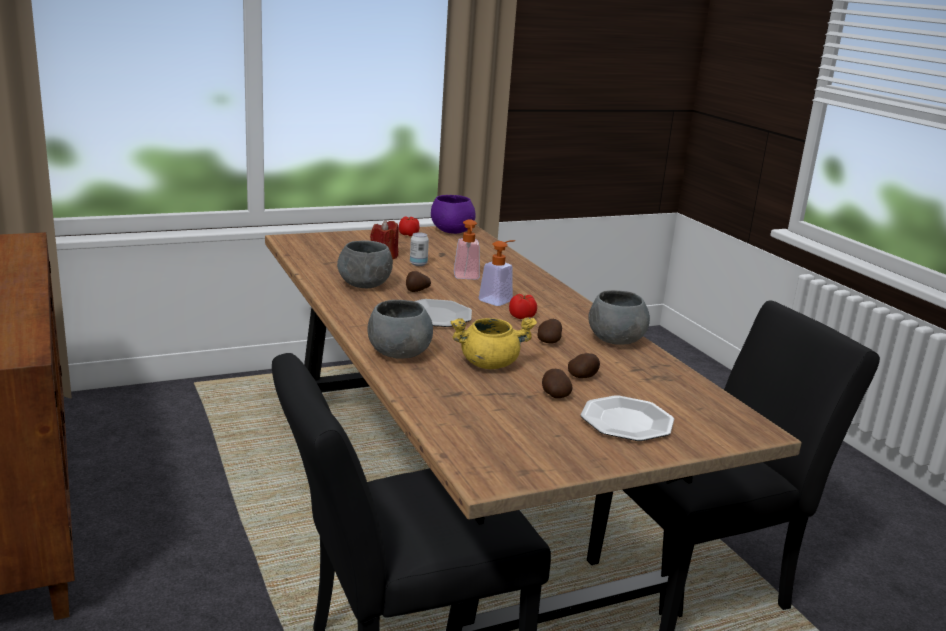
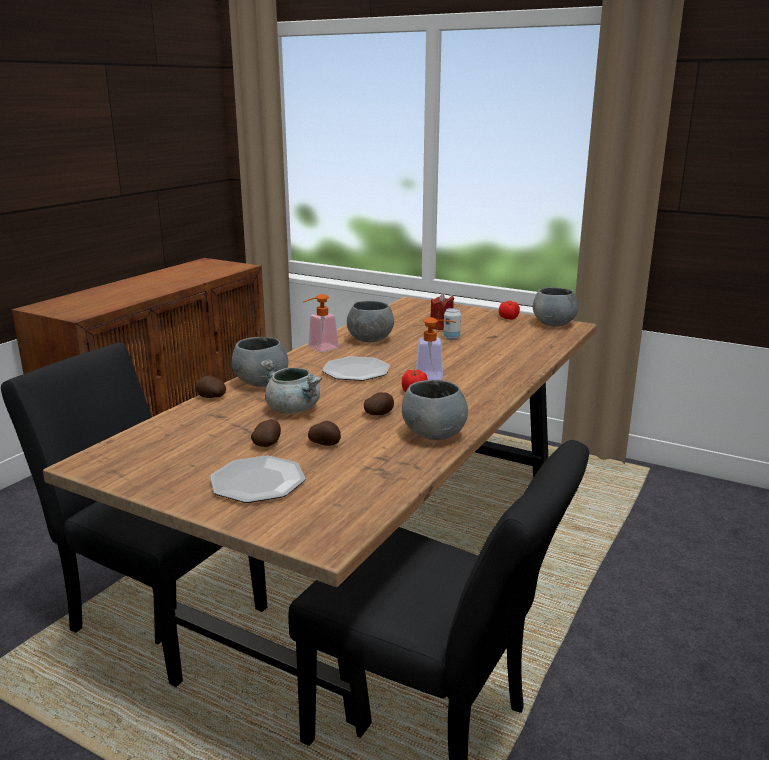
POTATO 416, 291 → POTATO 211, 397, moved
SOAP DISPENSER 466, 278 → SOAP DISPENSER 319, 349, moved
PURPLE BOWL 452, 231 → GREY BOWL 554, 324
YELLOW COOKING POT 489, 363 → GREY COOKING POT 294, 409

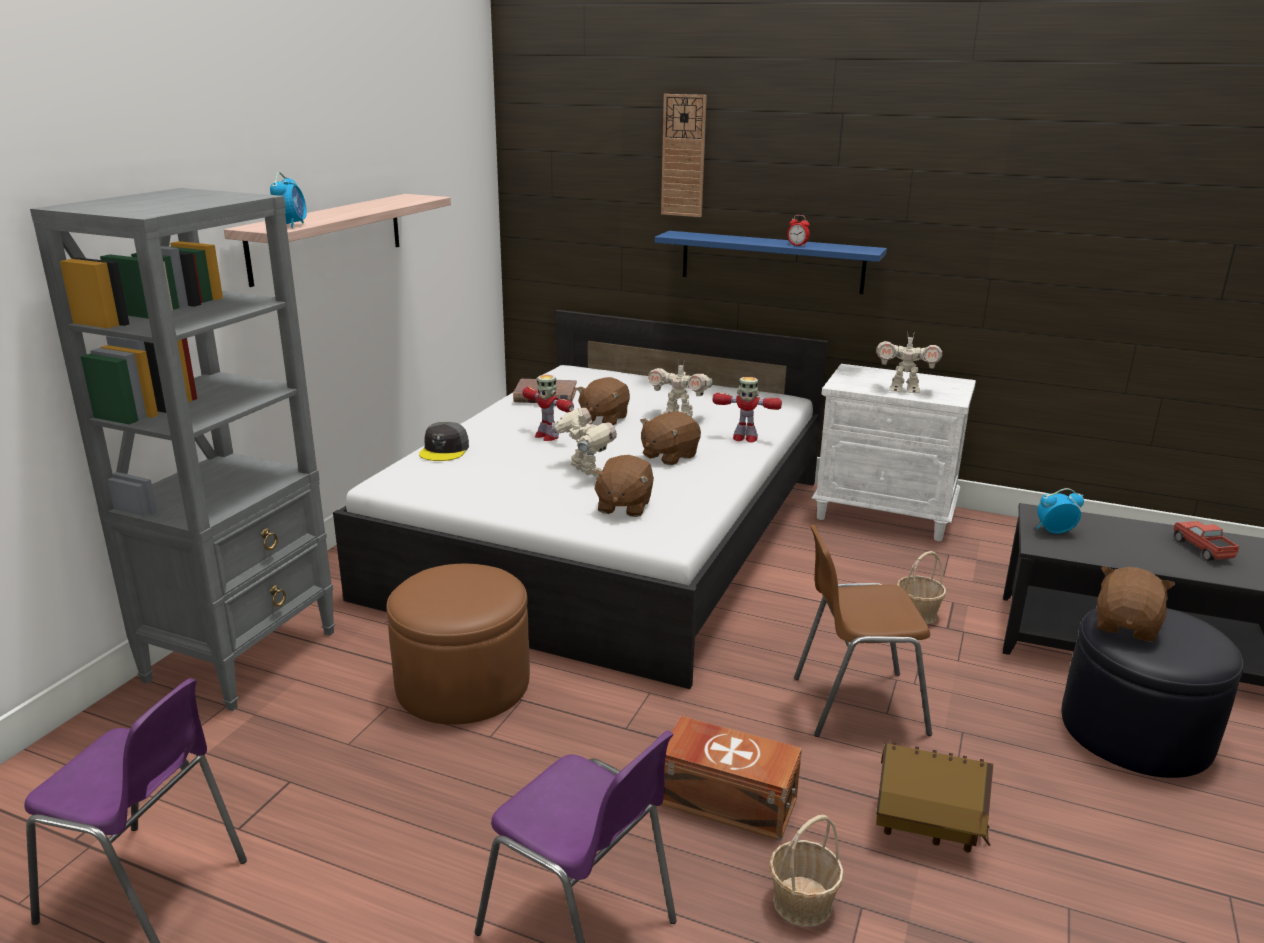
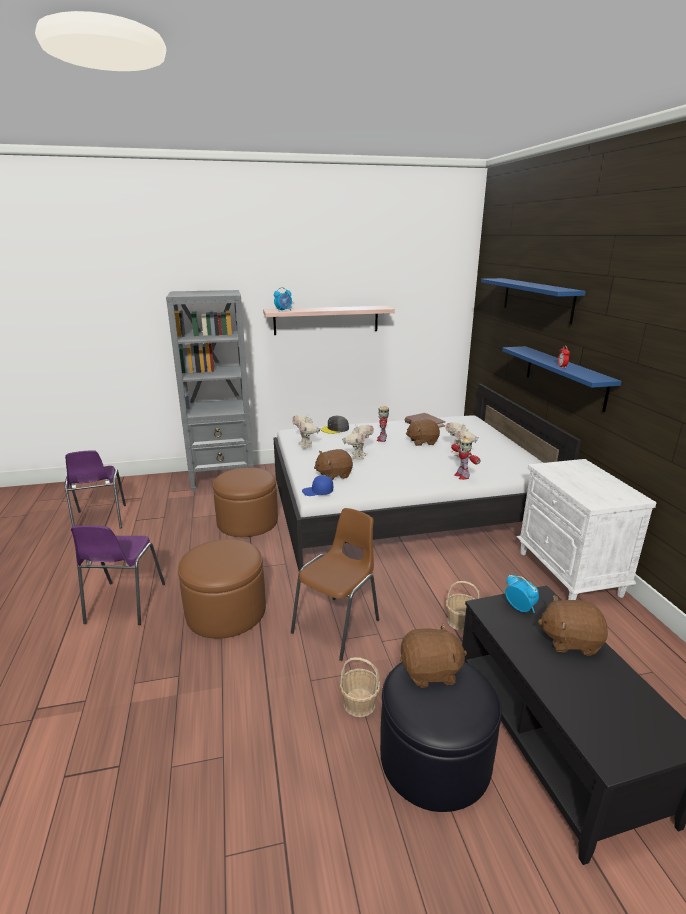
TOY HOUSE 926, 831 → -
TOY TRUCK 1202, 550 → -
- → BLUE CAP 317, 492
BROWN PLUSH TOY 668, 456 → BROWN PLUSH TOY 570, 640, moved
BASKET 801, 902 → BASKET 359, 703, moved
TOY ROBOT 904, 390 → TOY ROBOT 306, 445, moved
WALL CLOCK 683, 156 → BLUE SHELF 537, 299
BROWN STORAGE BOX 726, 799 → BROWN OTTOMAN 226, 611
BROWN CHAIR 855, 704 → BROWN CHAIR 338, 626, 75 degrees clockwise

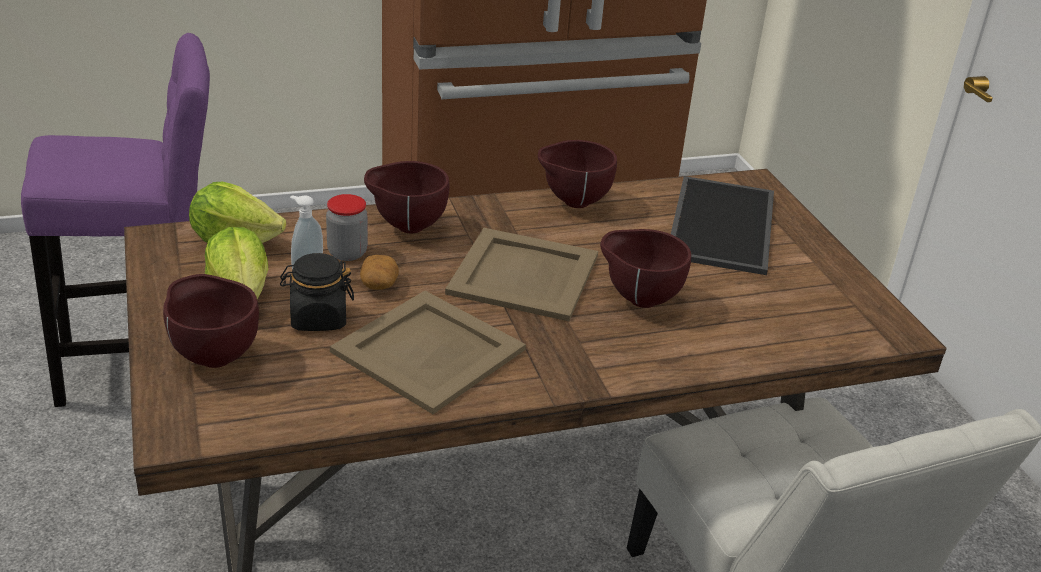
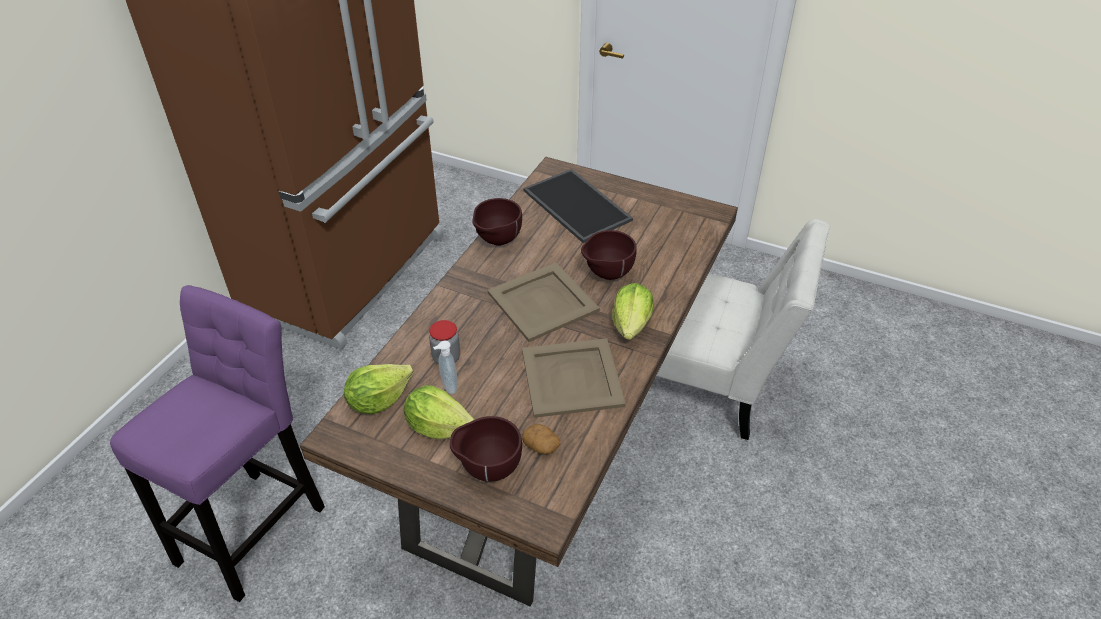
BLACK JAR 318, 318 → -
BROWN BOWL 406, 227 → -
- → LETTUCE 631, 325
POTATO 379, 284 → POTATO 541, 446, moved

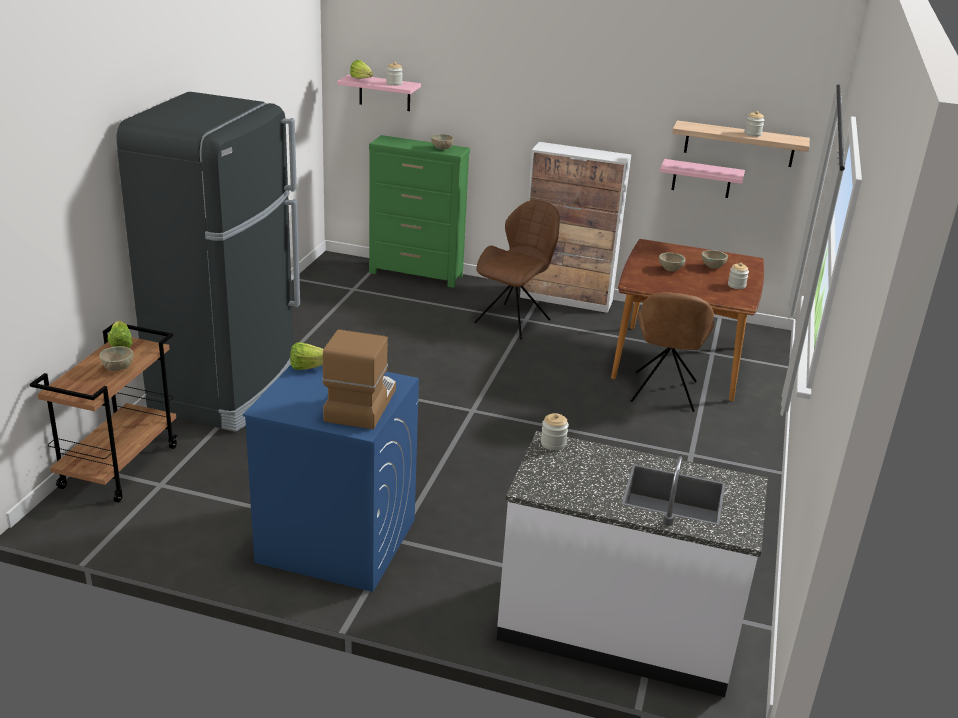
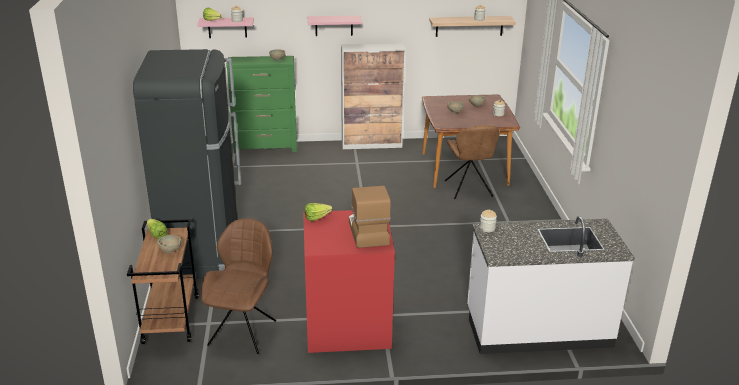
BROWN CHAIR 514, 320 → BROWN CHAIR 243, 331, moved
PINK SHELF 701, 179 → PINK SHELF 334, 25, moved
BLUE WASHING MACHINE 335, 541 → RED WASHING MACHINE 346, 326

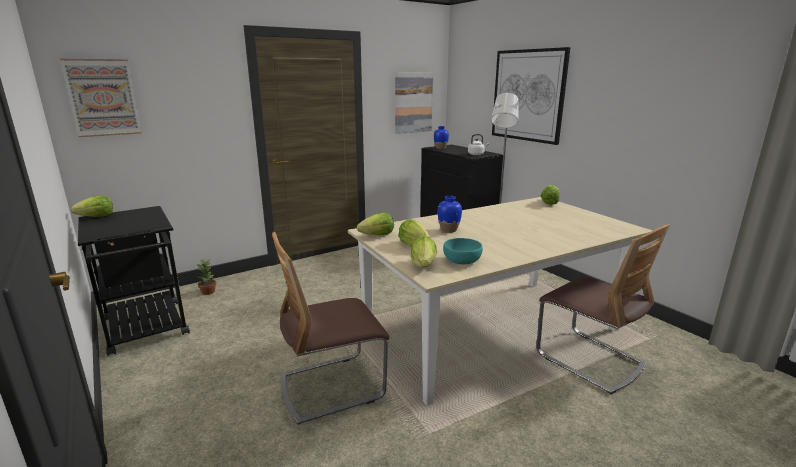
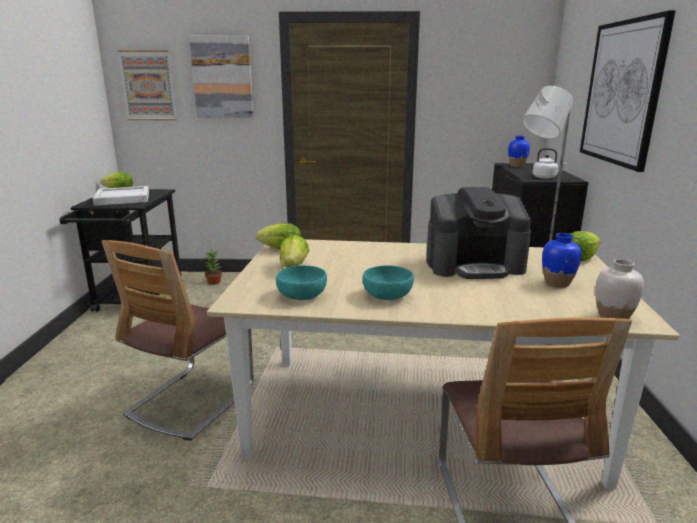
LETTUCE 424, 265 → -
- → WHITE TRAY 122, 198
- → TURQUOISE BOWL 388, 295
- → COFFEE MACHINE 474, 265
- → WHITE VASE 612, 317
PICTURE 413, 102 → PICTURE 222, 77, moved
BLUE VASE 448, 230 → BLUE VASE 557, 283, moved
CHAIR 332, 387 → CHAIR 191, 401, 75 degrees counterclockwise

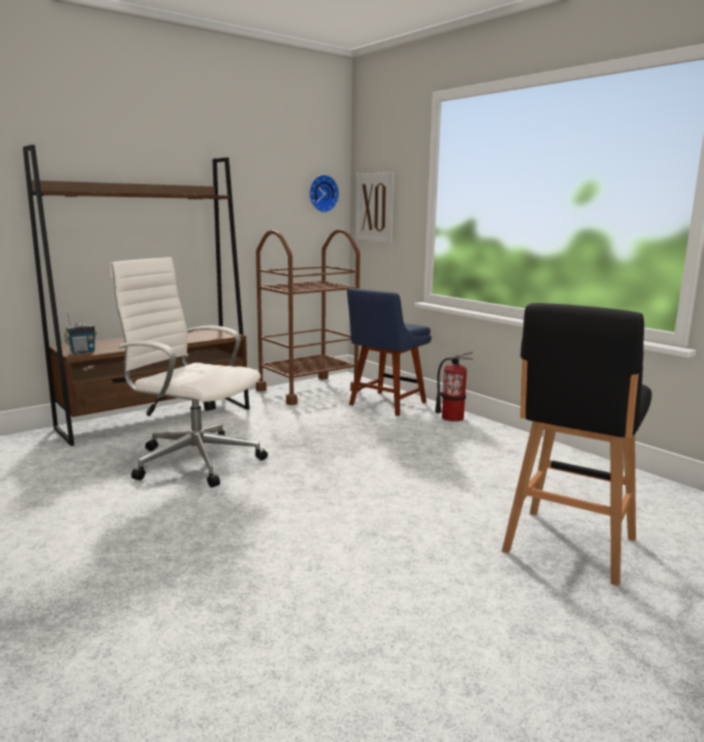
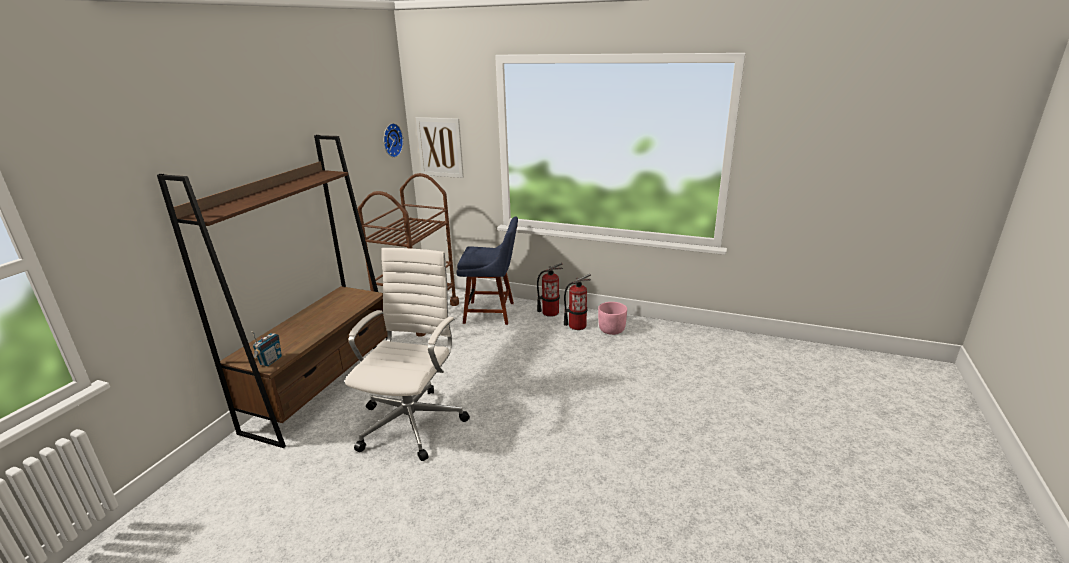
BLACK STOOL 568, 547 → -
- → FIRE EXTINGUISHER 577, 325
- → PINK PLANTER 612, 330
WHITE OFFICE CHAIR 194, 460 → WHITE OFFICE CHAIR 413, 421, 105 degrees clockwise
BLUE CHAIR 385, 404 → BLUE CHAIR 492, 313, 90 degrees counterclockwise

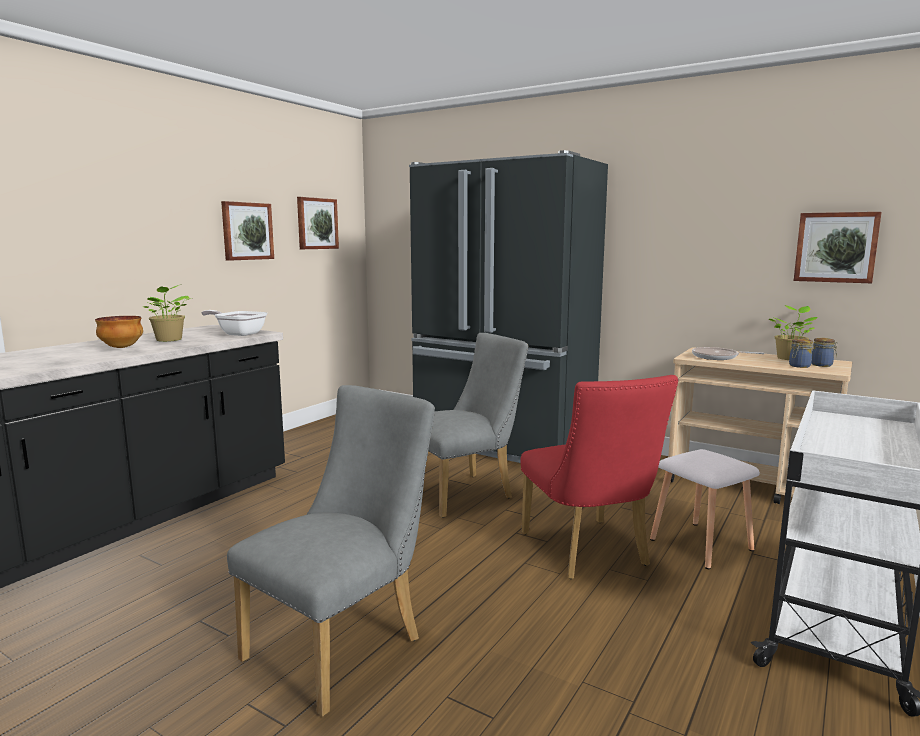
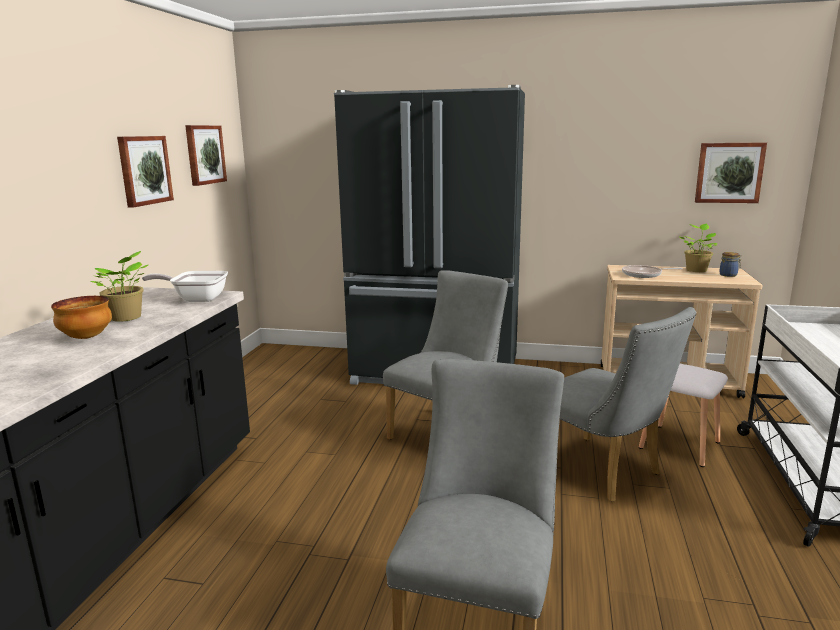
JAR 799, 366 → -
RED CHAIR 589, 553 → GREY CHAIR 604, 472

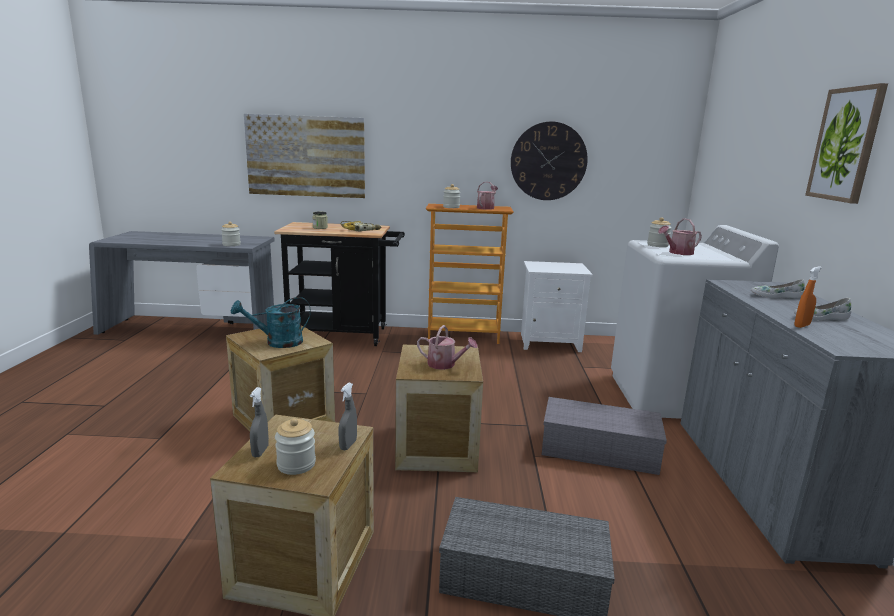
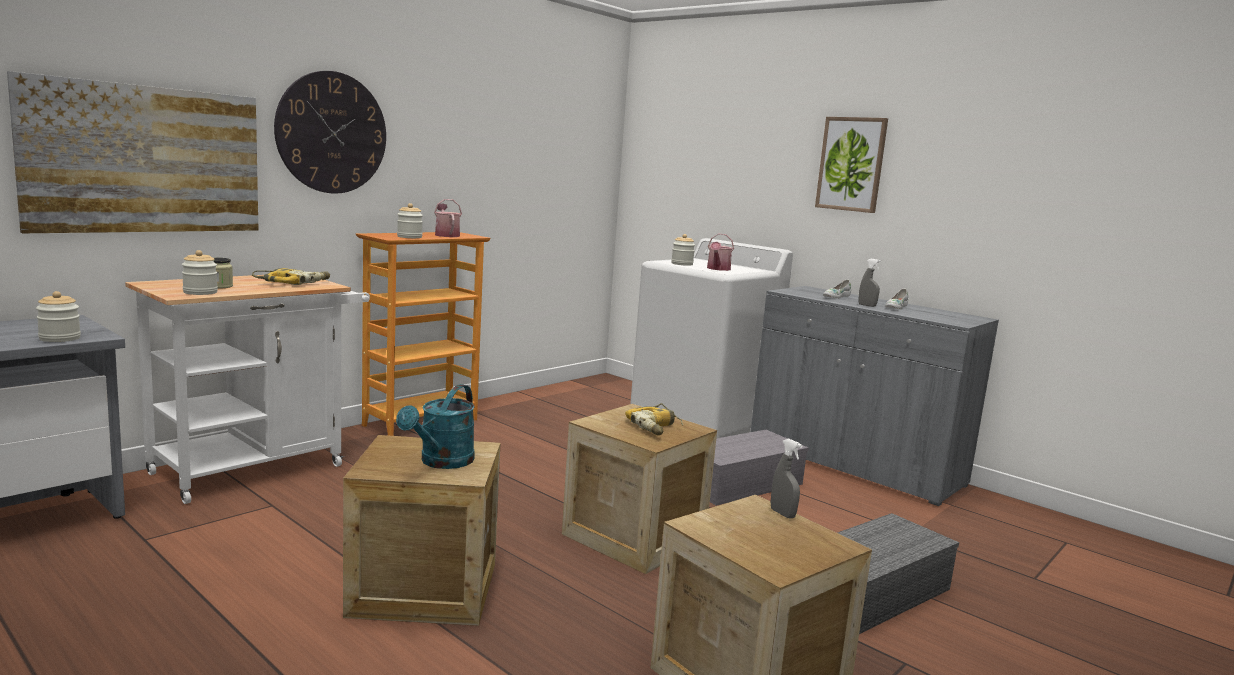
WHITE NIGHTSTAND 550, 342 → -
ORANGE SPRAY BOTTLE 802, 325 → -
GREY SPRAY BOTTLE 260, 451 → GREY SPRAY BOTTLE 867, 305, moved
JAR 296, 464 → JAR 200, 292, moved
WALL CLOCK 548, 161 → WALL CLOCK 332, 133, moved
WATERING CAN 445, 365 → POWER DRILL 656, 427
BLACK CART 344, 335 → WHITE CART 259, 466

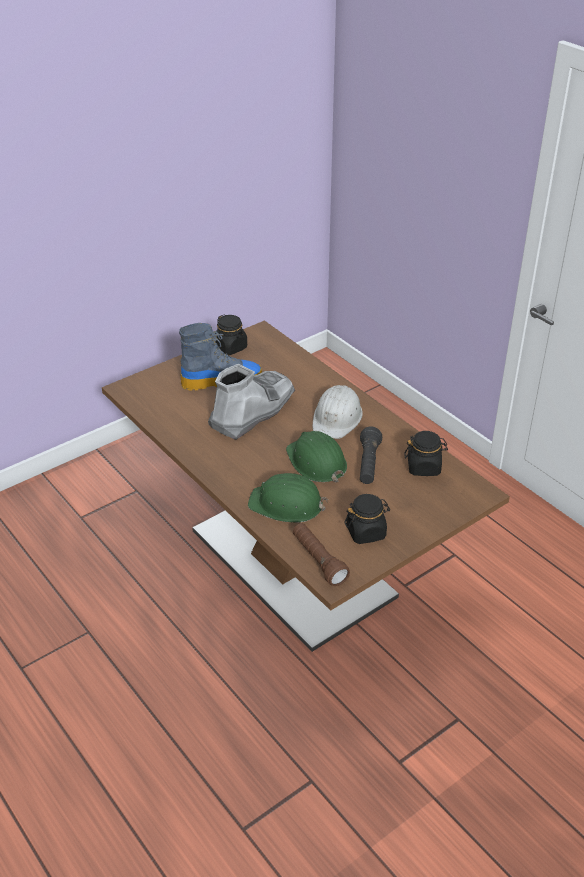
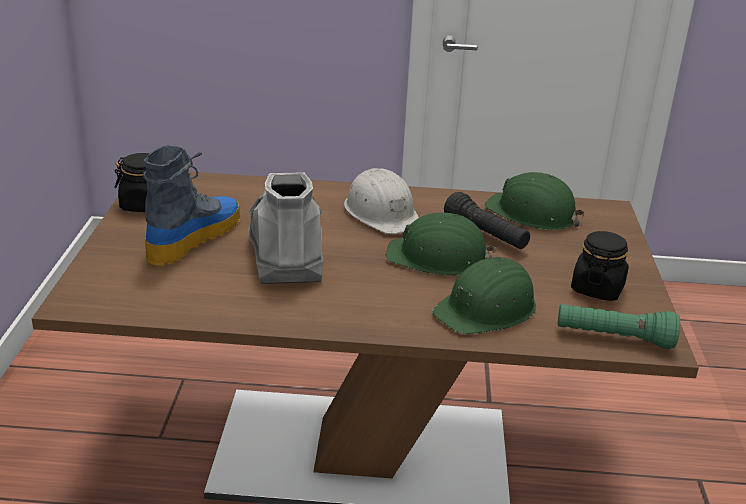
BLACK JAR 424, 467 → GREEN HARD HAT 532, 213
BROWN FLASHLIGHT 318, 561 → GREEN FLASHLIGHT 614, 338

